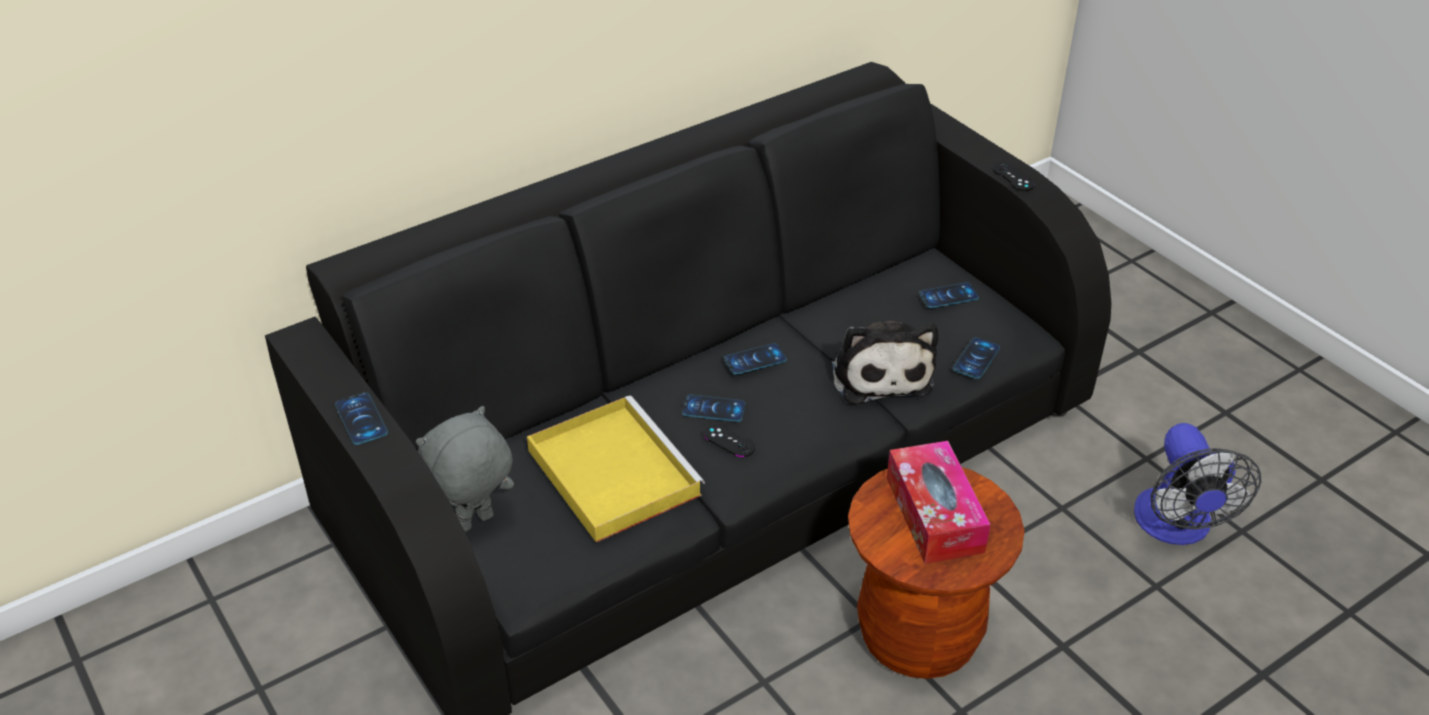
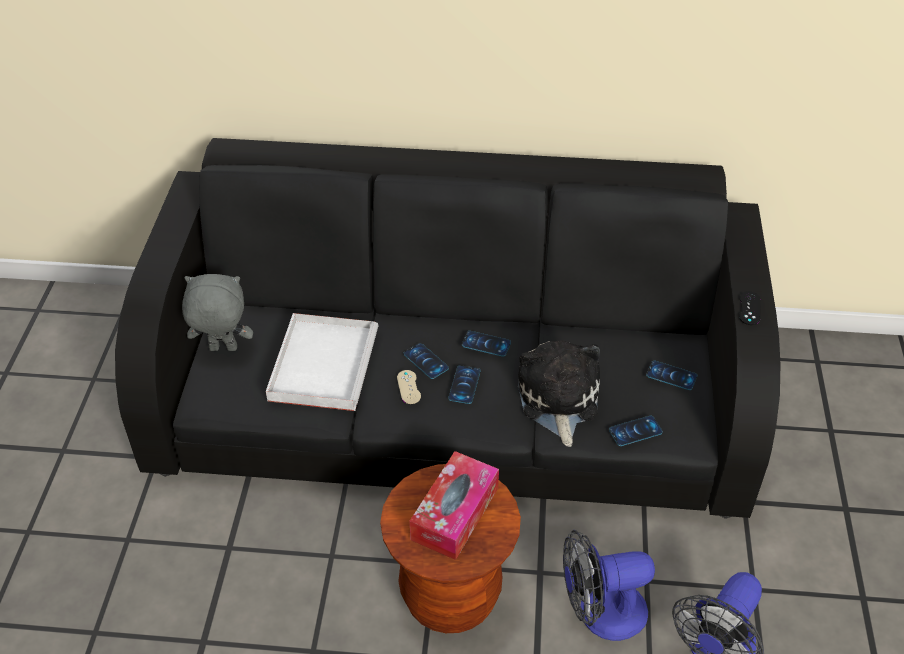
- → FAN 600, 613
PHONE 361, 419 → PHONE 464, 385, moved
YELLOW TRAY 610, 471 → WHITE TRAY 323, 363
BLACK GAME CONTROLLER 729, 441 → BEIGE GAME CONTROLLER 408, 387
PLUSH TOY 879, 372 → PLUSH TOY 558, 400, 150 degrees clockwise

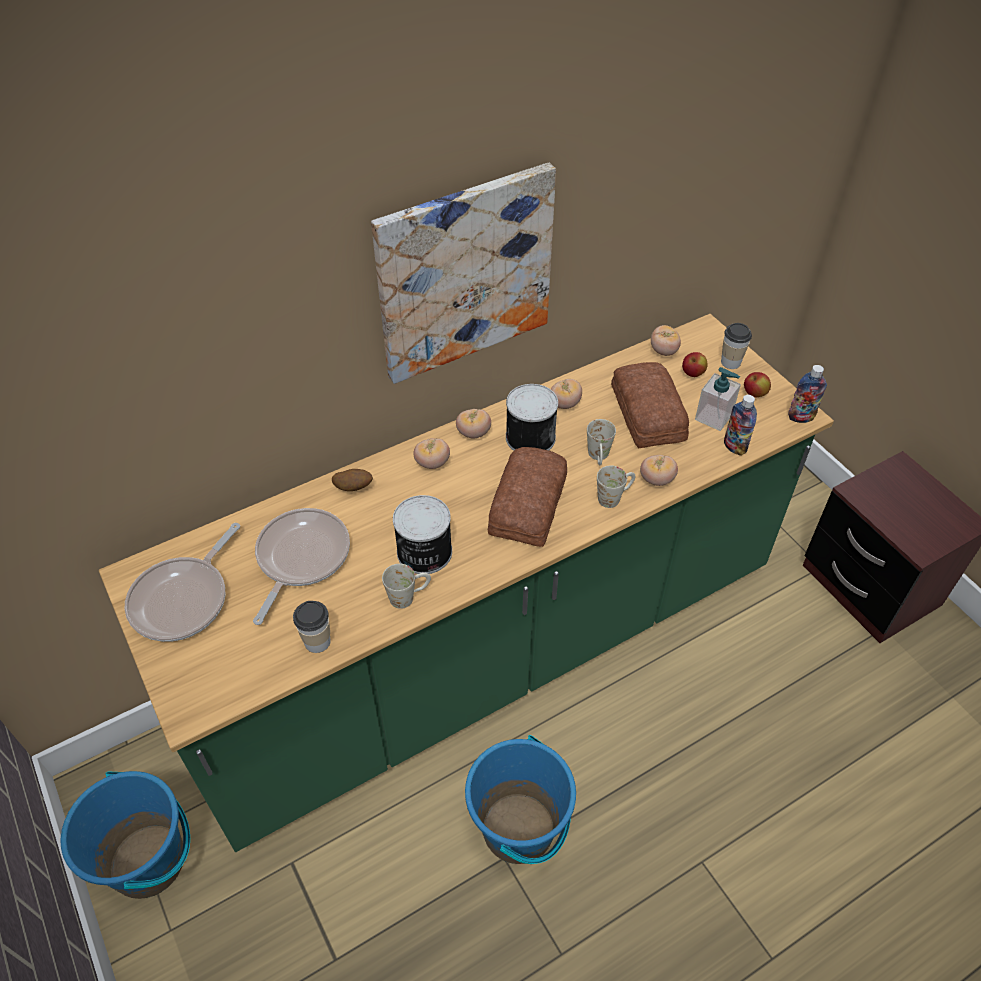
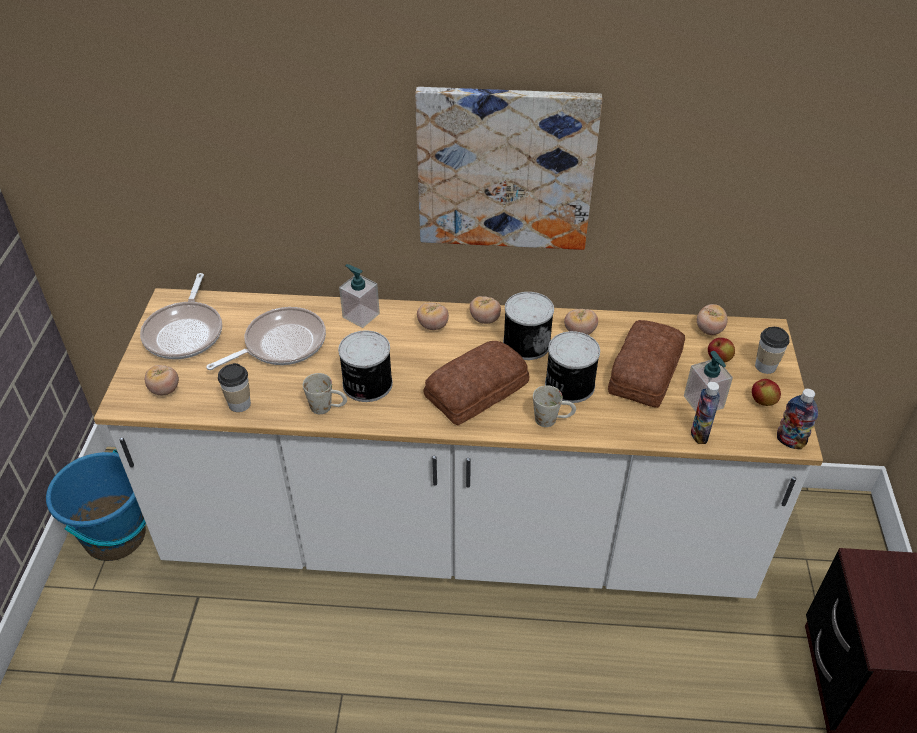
BLUE BUCKET 519, 829 → -
TOMATO 656, 479 → TOMATO 165, 390, moved
POTATO 353, 487 → SOAP DISPENSER 361, 315
WHITE MUG 599, 458 → CAN 568, 385
GREEN COUNTER 490, 652 → WHITE COUNTER 458, 536
FRYING PAN 184, 599 → FRYING PAN 185, 332, 60 degrees counterclockwise

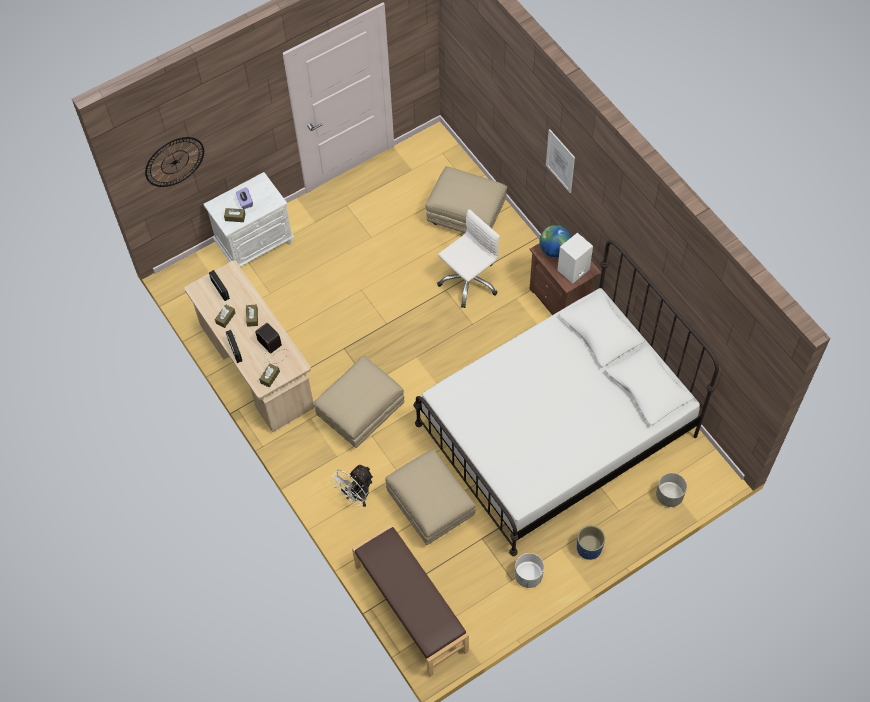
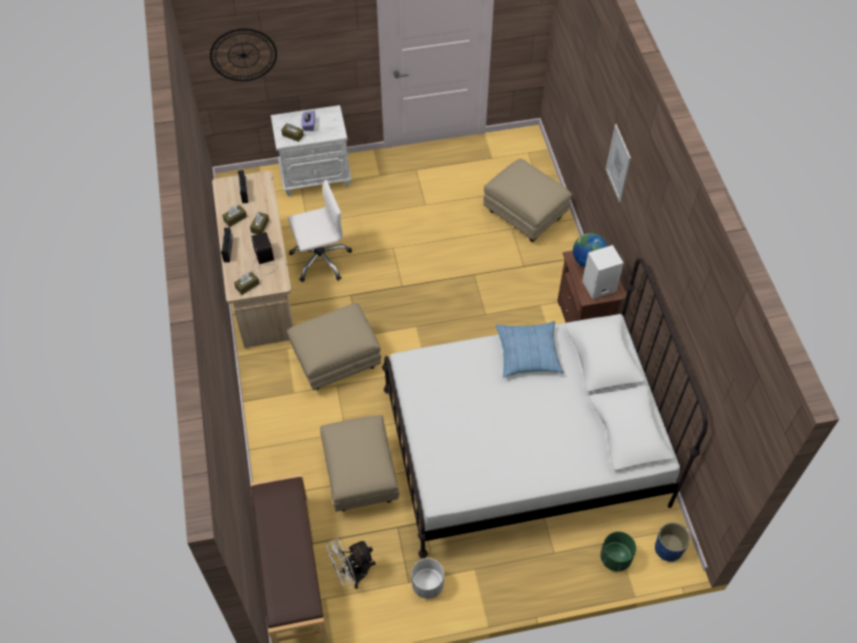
- → PILLOW 528, 353
WHITE FAN 356, 496 → WHITE FAN 352, 573, moved
WHITE OFFICE CHAIR 468, 281 → WHITE OFFICE CHAIR 320, 259, moved
BLUE PLANTER 588, 548 → BLUE PLANTER 668, 549, moved
GREY PLANTER 669, 496 → GREEN PLANTER 615, 558

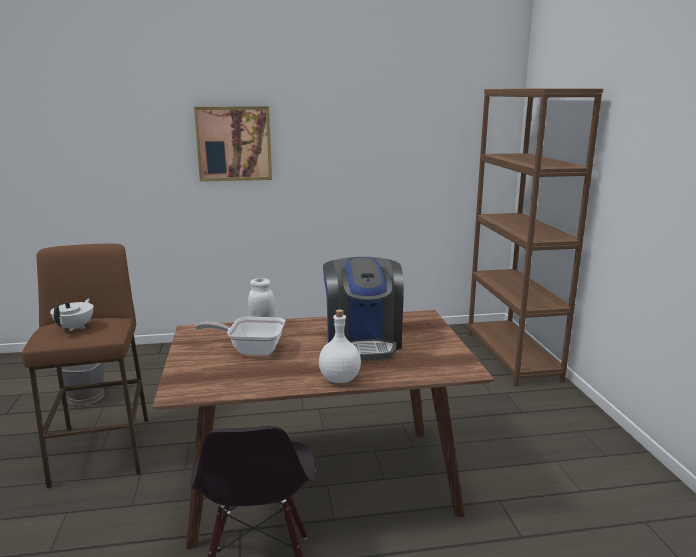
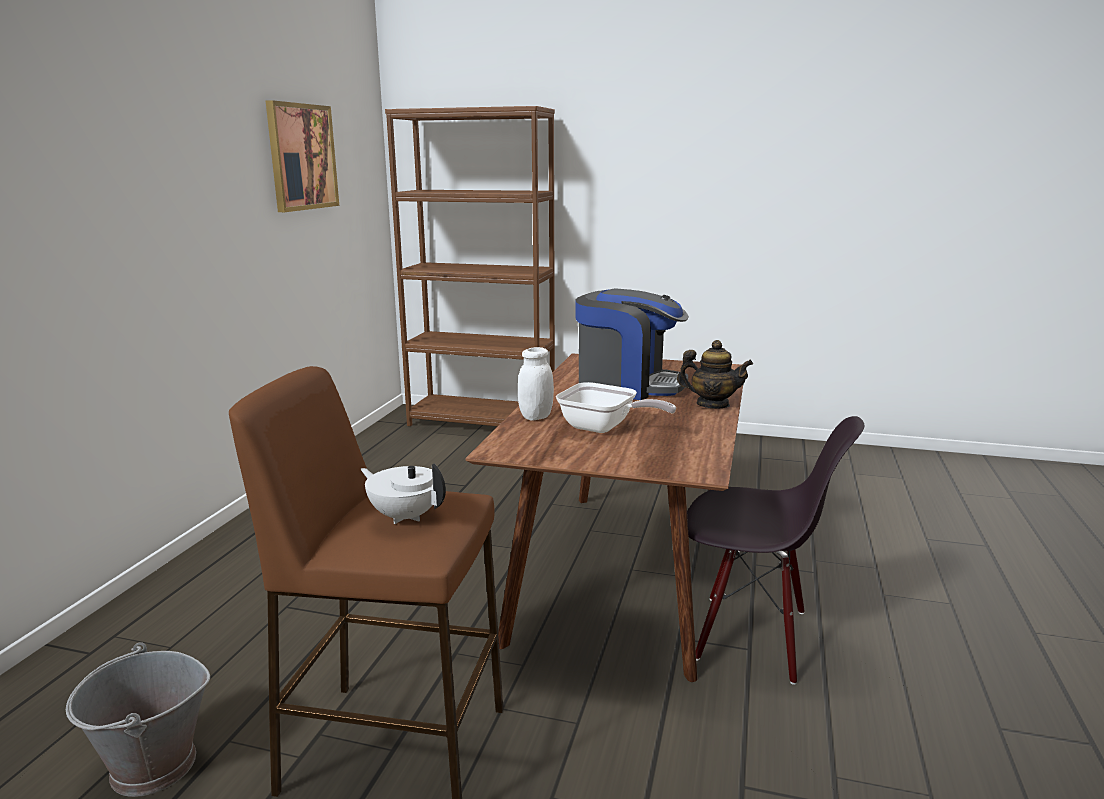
PICTURE 234, 143 → PICTURE 302, 157, moved
WHITE BOTTLE 340, 379 → TEAPOT 712, 405
FRYING PAN 251, 350 → FRYING PAN 604, 428, 90 degrees counterclockwise

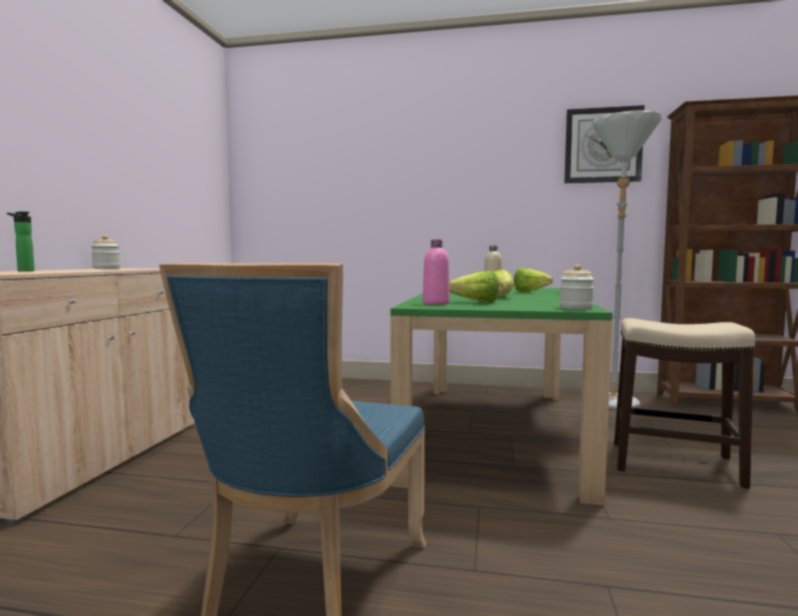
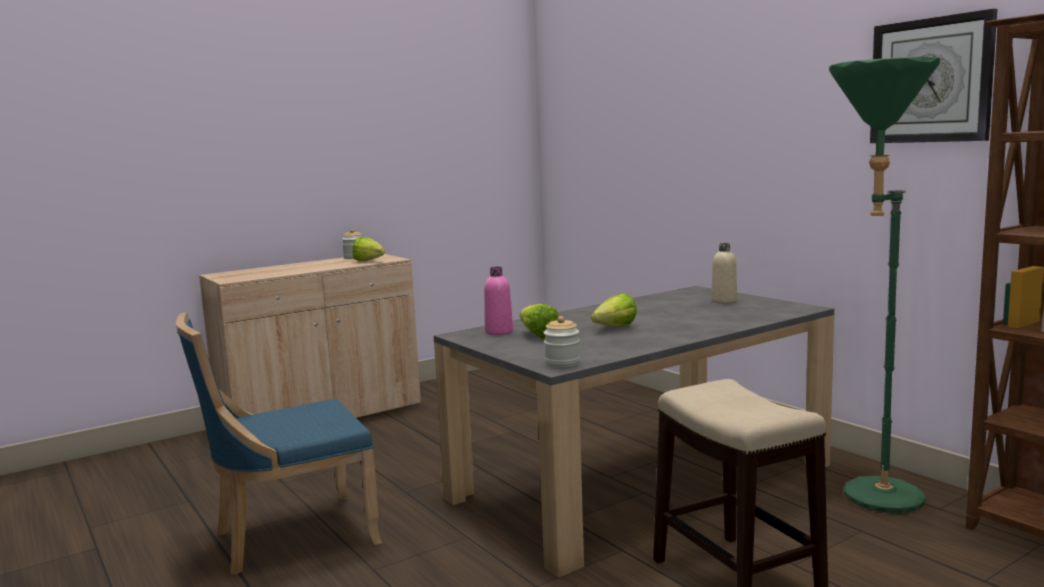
BOTTLE 23, 271 → -
LETTUCE 533, 291 → LETTUCE 370, 261, moved
GREEN DINING TABLE 495, 429 → GREY DINING TABLE 642, 482
GREY FLOOR LAMP 613, 406 → GREEN FLOOR LAMP 871, 500

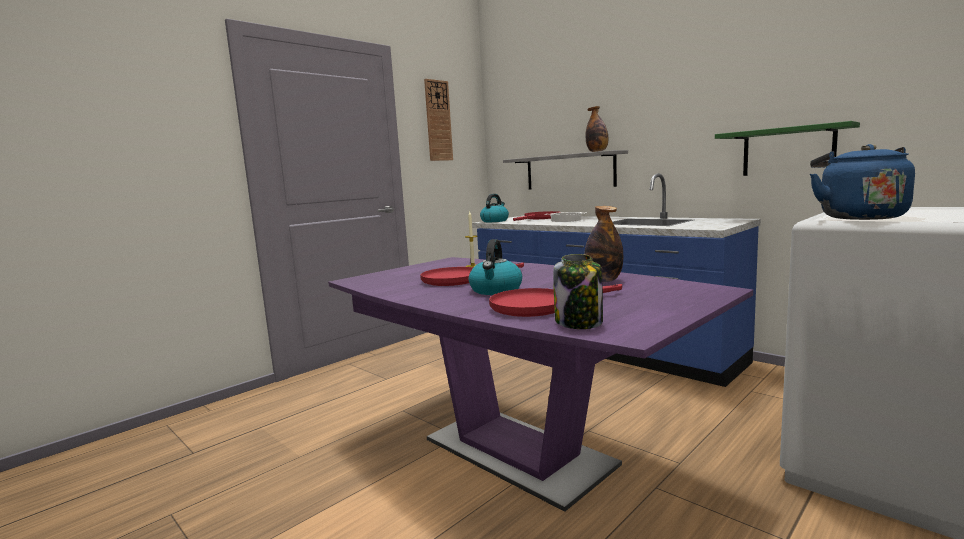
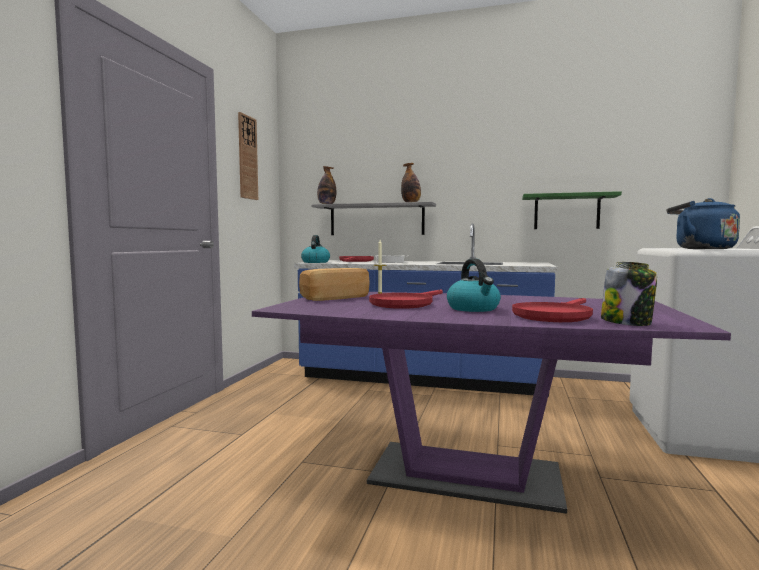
- → BREAD 334, 297
BOTTLE 603, 280 → BOTTLE 326, 204, moved

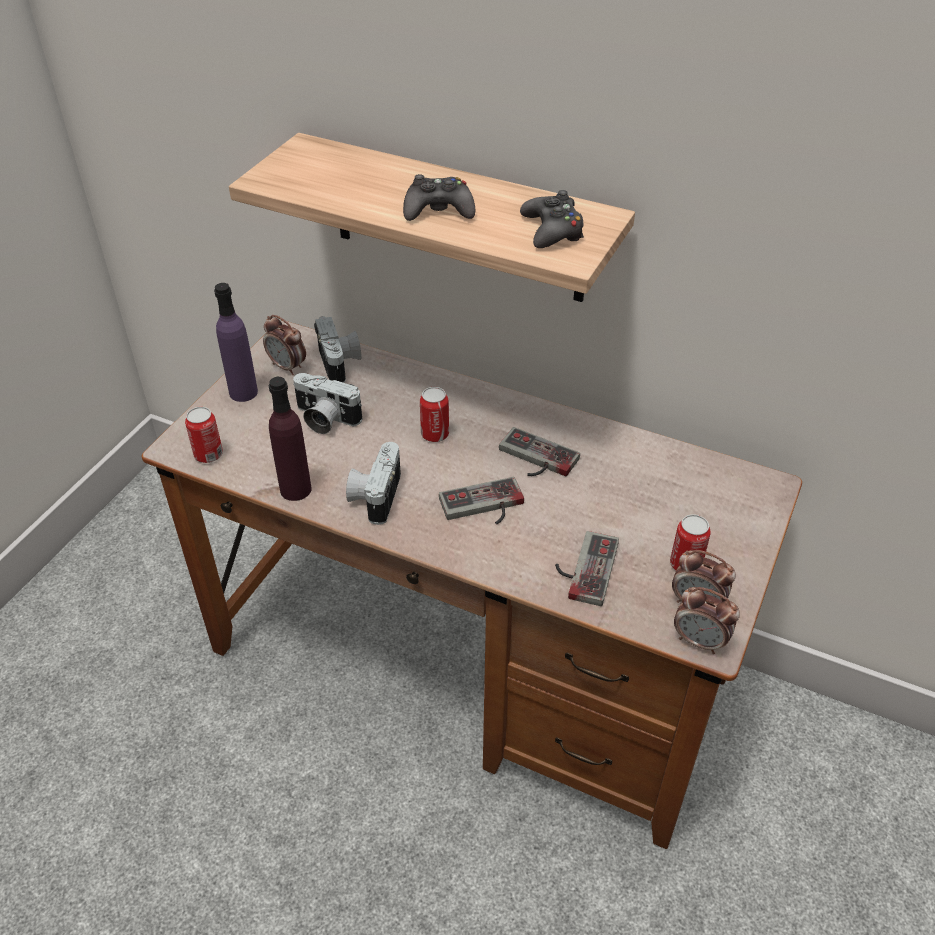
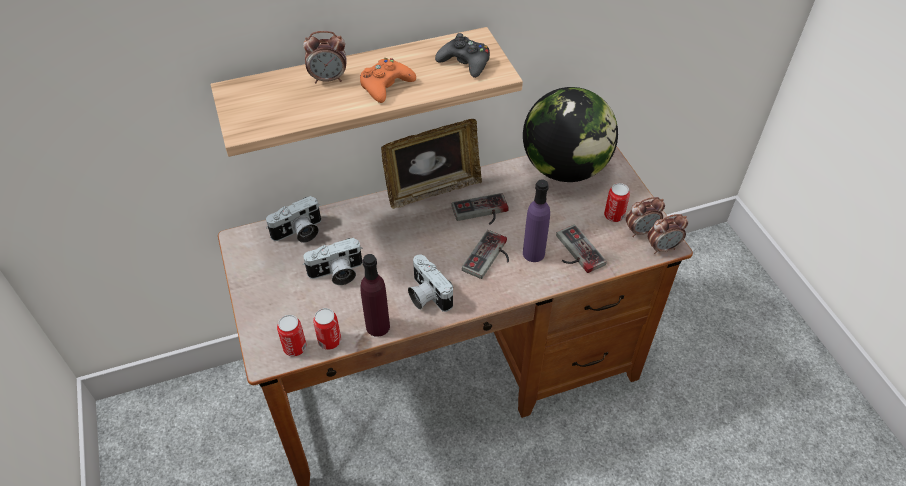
- → PICTURE FRAME 432, 189
- → GLOBE 564, 169
PURPLE BOTTLE 243, 392 → PURPLE BOTTLE 533, 253, moved
ALARM CLOCK 288, 367 → ALARM CLOCK 328, 79, moved
CAN 435, 434 → CAN 329, 341, moved
BLACK GAME CONTROLLER 438, 210 → ORANGE GAME CONTROLLER 386, 86
PHOTO CAMERA 341, 363 → PHOTO CAMERA 299, 233, 120 degrees clockwise

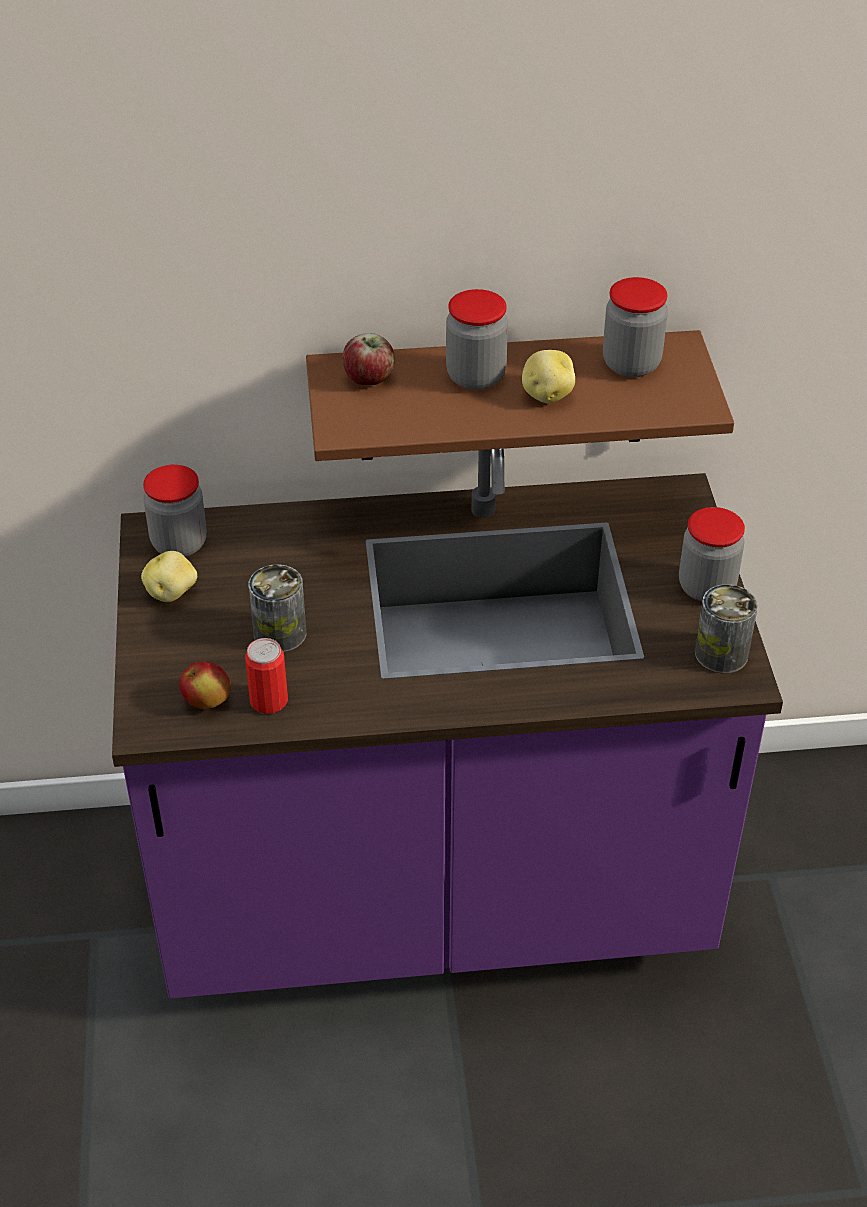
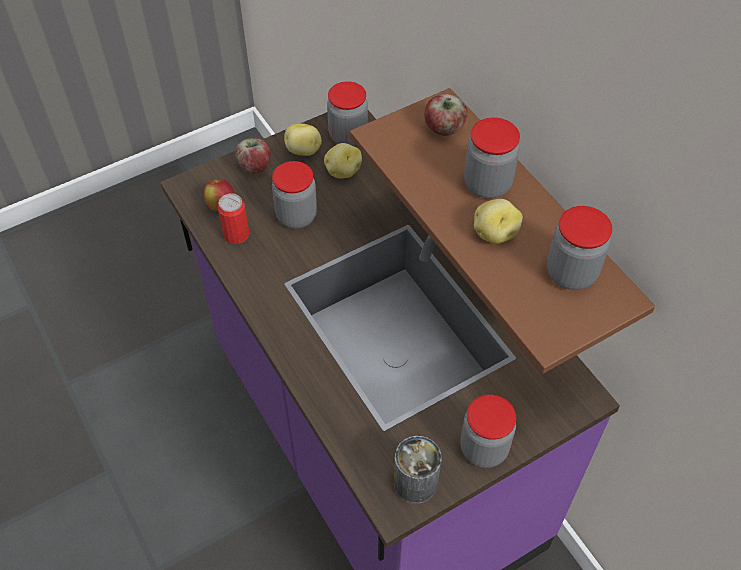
- → APPLE 255, 166
- → POTATO 342, 171
CAN 280, 633 → JAR 296, 216

